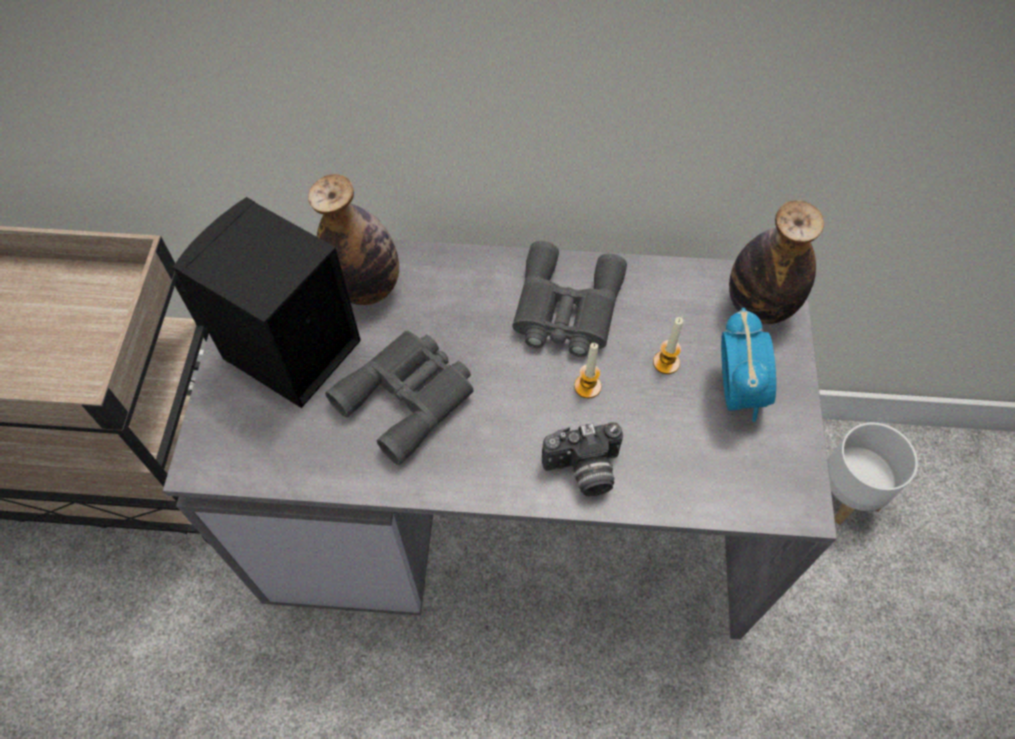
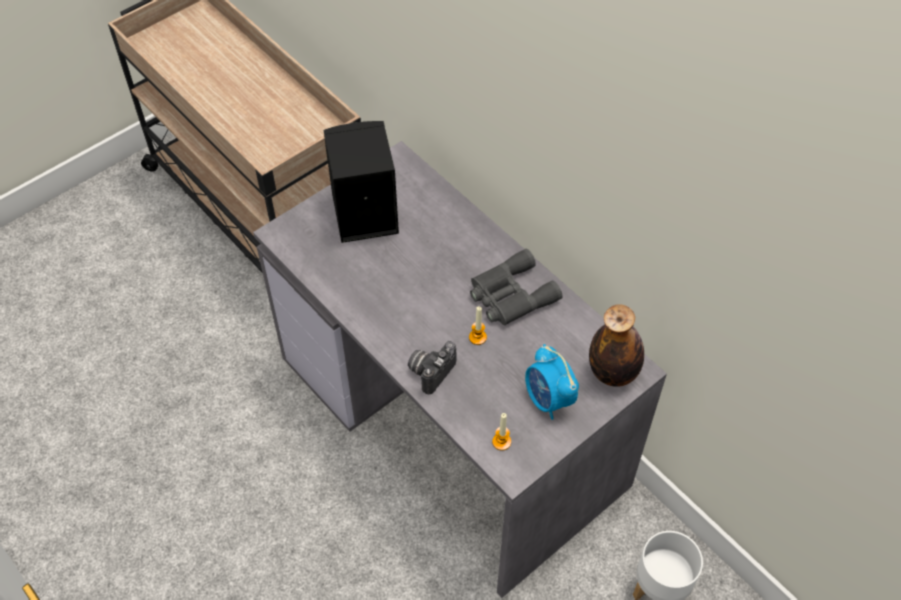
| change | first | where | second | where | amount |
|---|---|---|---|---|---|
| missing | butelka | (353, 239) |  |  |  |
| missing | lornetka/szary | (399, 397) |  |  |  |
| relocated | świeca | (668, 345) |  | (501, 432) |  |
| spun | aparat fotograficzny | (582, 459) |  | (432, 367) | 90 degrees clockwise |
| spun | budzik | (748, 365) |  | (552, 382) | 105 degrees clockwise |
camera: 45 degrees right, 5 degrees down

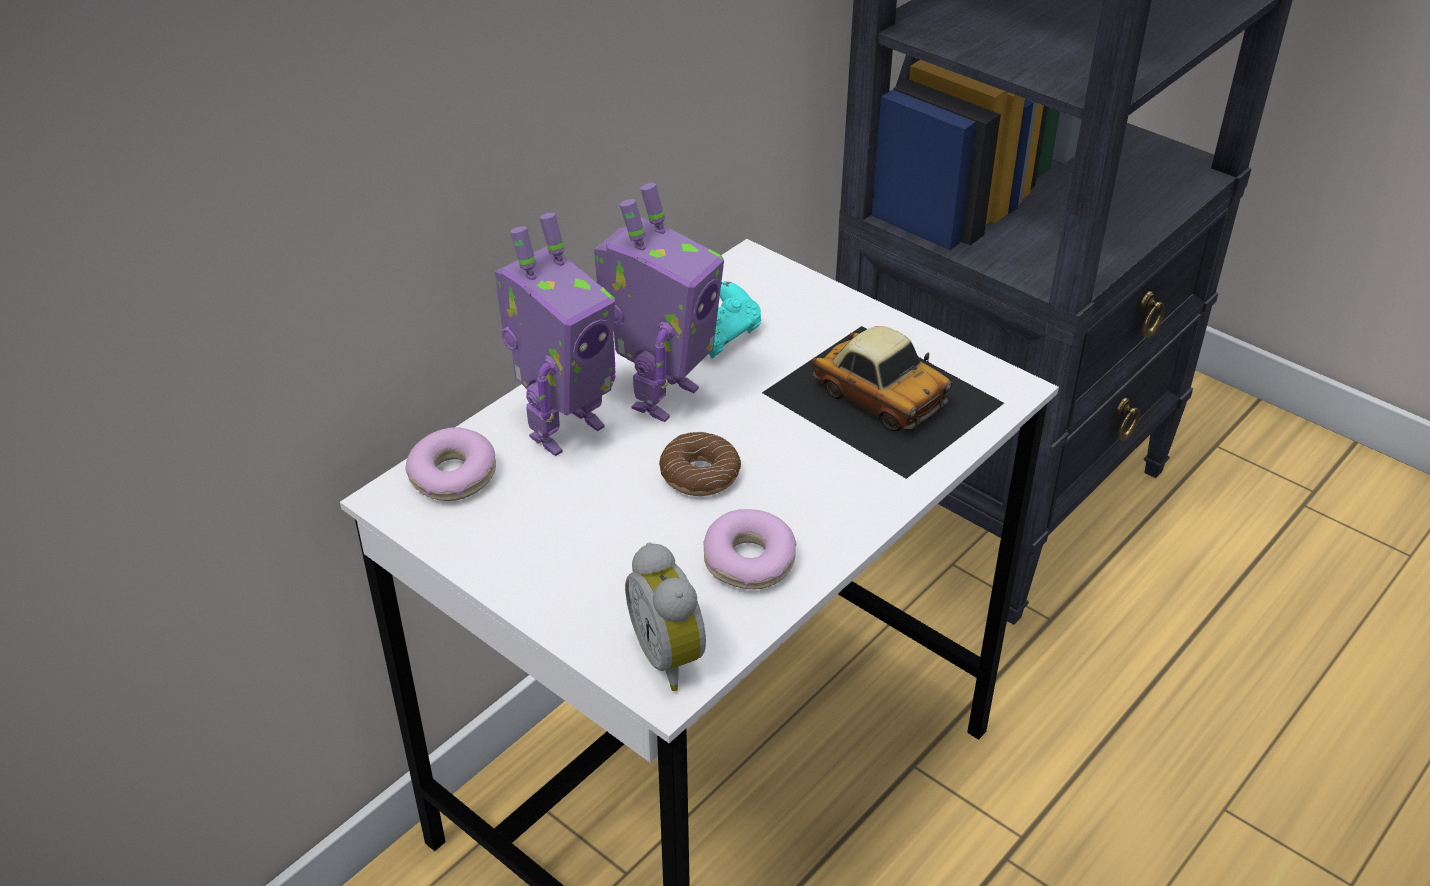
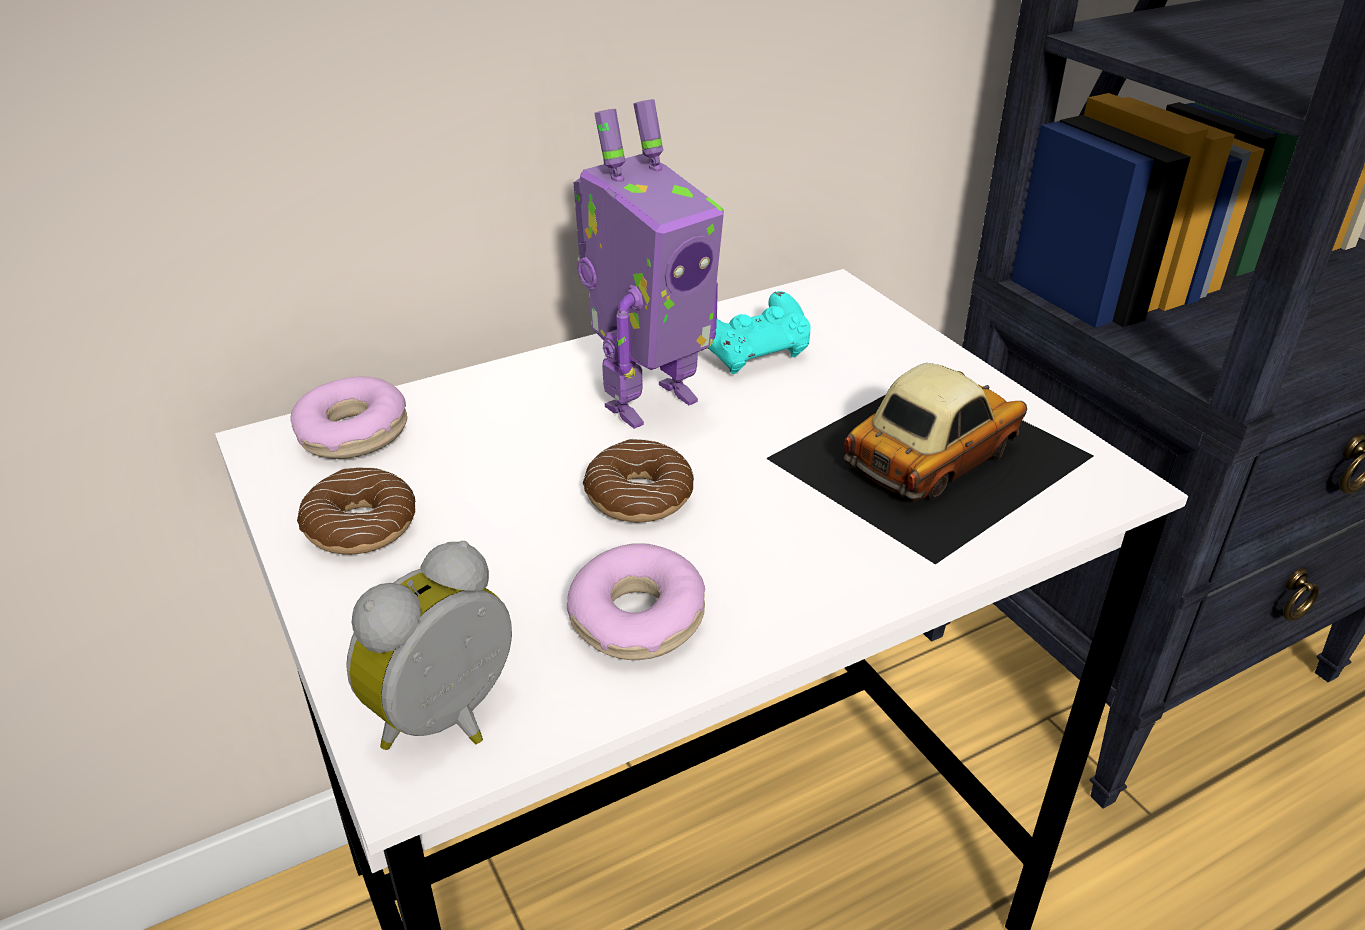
| change | first | where | second | where | amount |
|---|---|---|---|---|---|
| missing | robot zabawkowy | (555, 334) |  |  |  |
| appeared |  |  | donut | (356, 510) |  |
| spun | budzik | (665, 617) |  | (429, 645) | 45 degrees clockwise |
| spun | samochodzik | (883, 402) |  | (930, 463) | 105 degrees counterclockwise |
camera: 20 degrees right, 5 degrees down

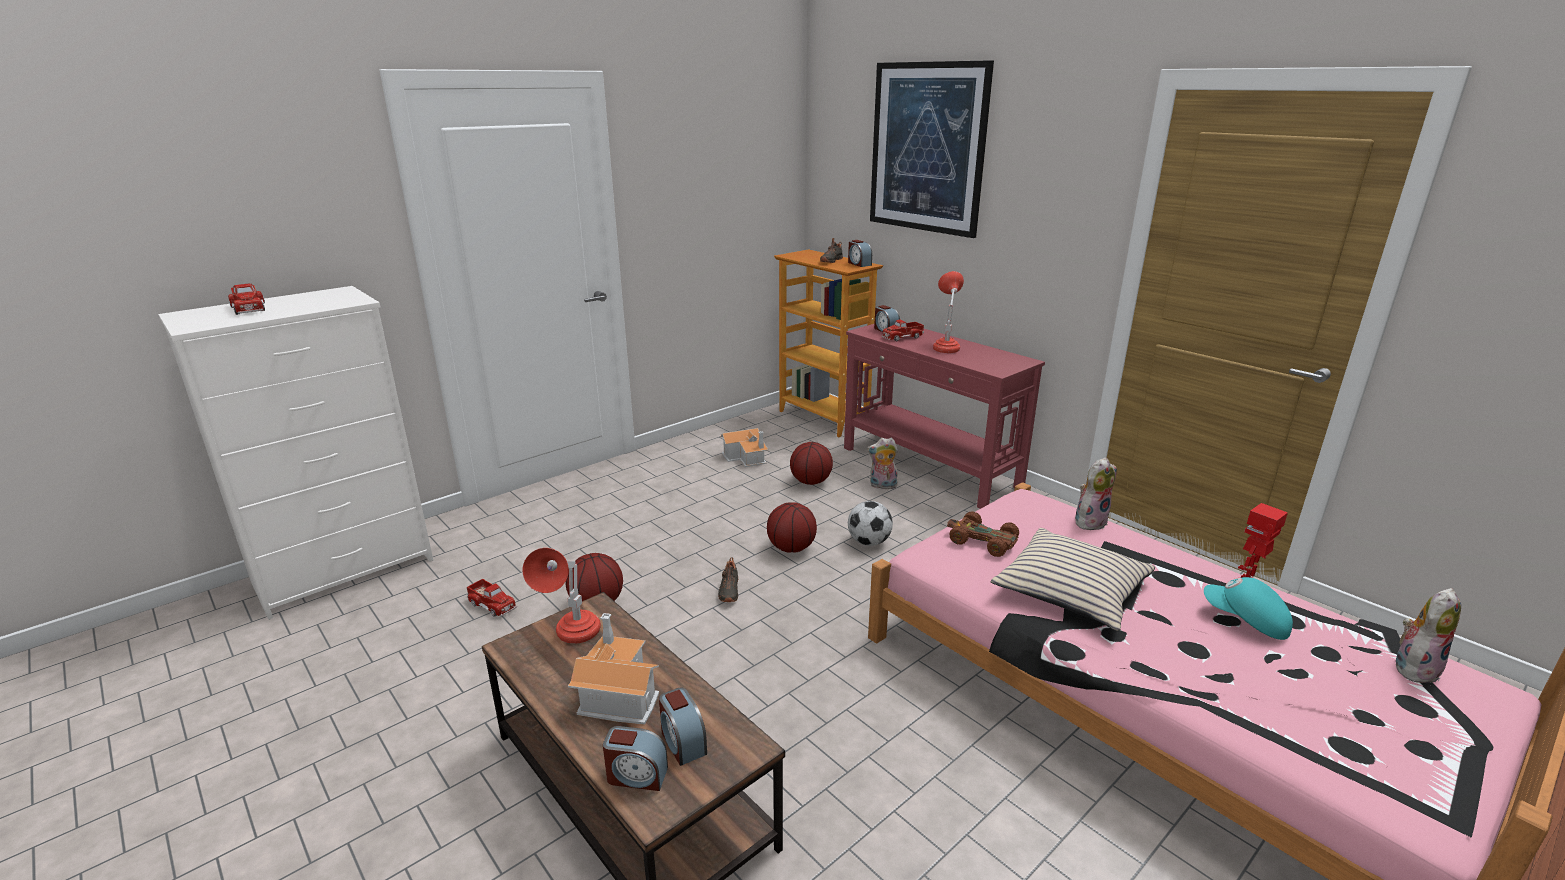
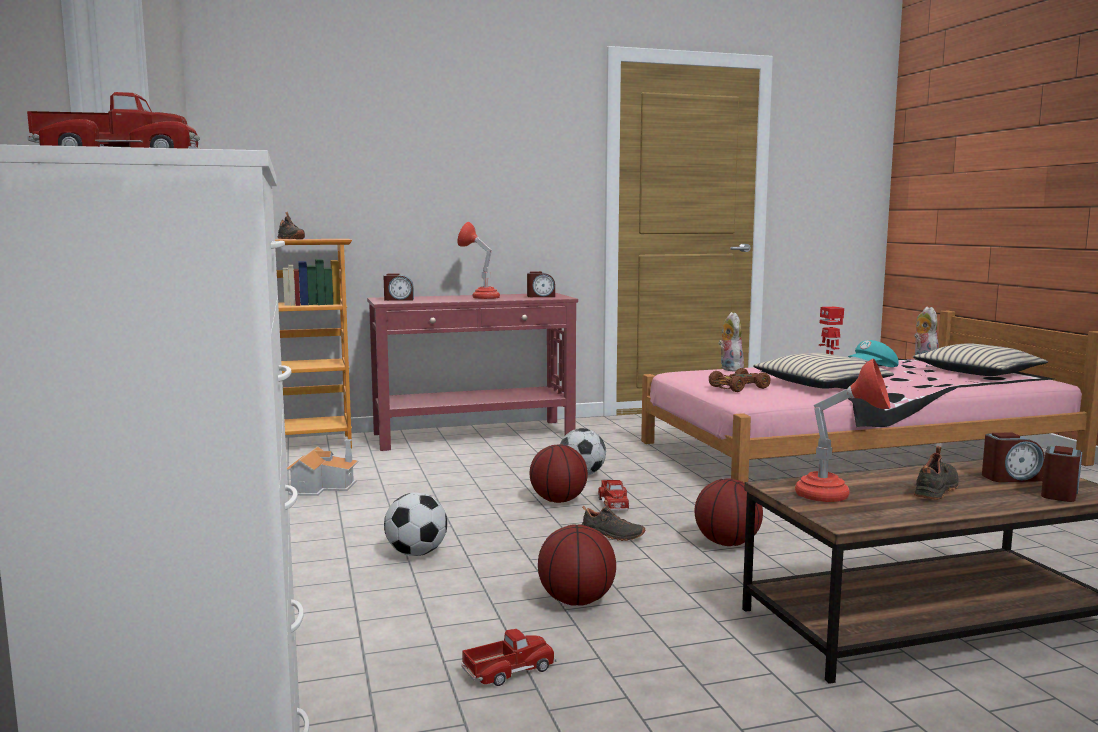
| change | first | where | second | where | amount |
|---|---|---|---|---|---|
| missing | pluszak | (882, 463) |  |  |  |
| missing | obraz | (932, 149) |  |  |  |
| appeared |  |  | piłka futbolowa | (415, 524) |  |
| appeared |  |  | poduszka/beżowy | (980, 359) |  |
| relocated | piłka do koszykówki | (811, 463) |  | (729, 512) |  |
| relocated | budzik | (860, 253) |  | (541, 284) |  |
| relocated | ciężarówka zabawkowa | (902, 330) |  | (613, 495) |  |
| exchanged | domek | (613, 669) | but/czarny | (936, 473) |  |
camera: 65 degrees left, 15 degrees down

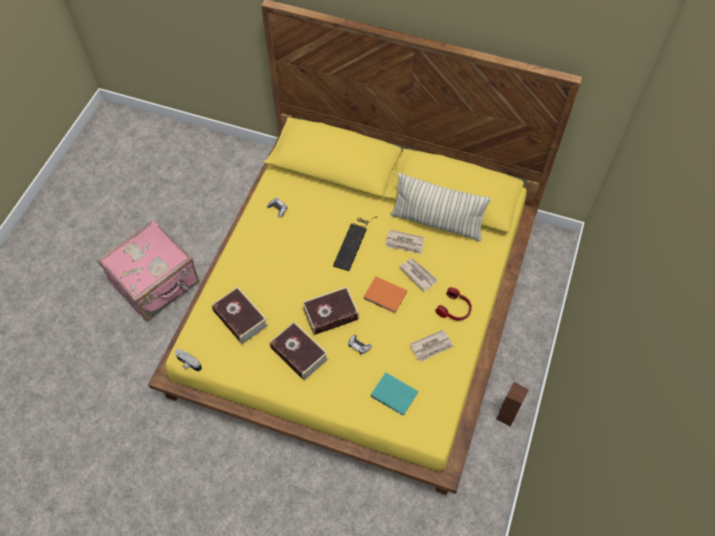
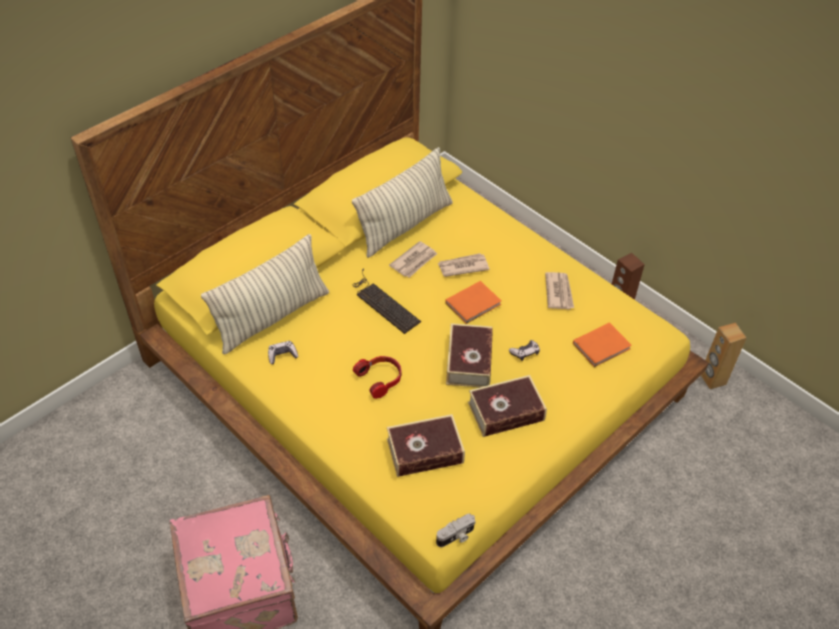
| change | first | where | second | where | amount |
|---|---|---|---|---|---|
| appeared |  |  | poduszka | (265, 294) |  |
| appeared |  |  | głośnik/brązowy | (723, 356) |  |
| relocated | słuchawki | (453, 304) |  | (377, 377) |  |
| colour | książka/turkusowy | (394, 394) | książka/pomarańczowy | (602, 344) |  |
camera: 65 degrees left, 10 degrees down

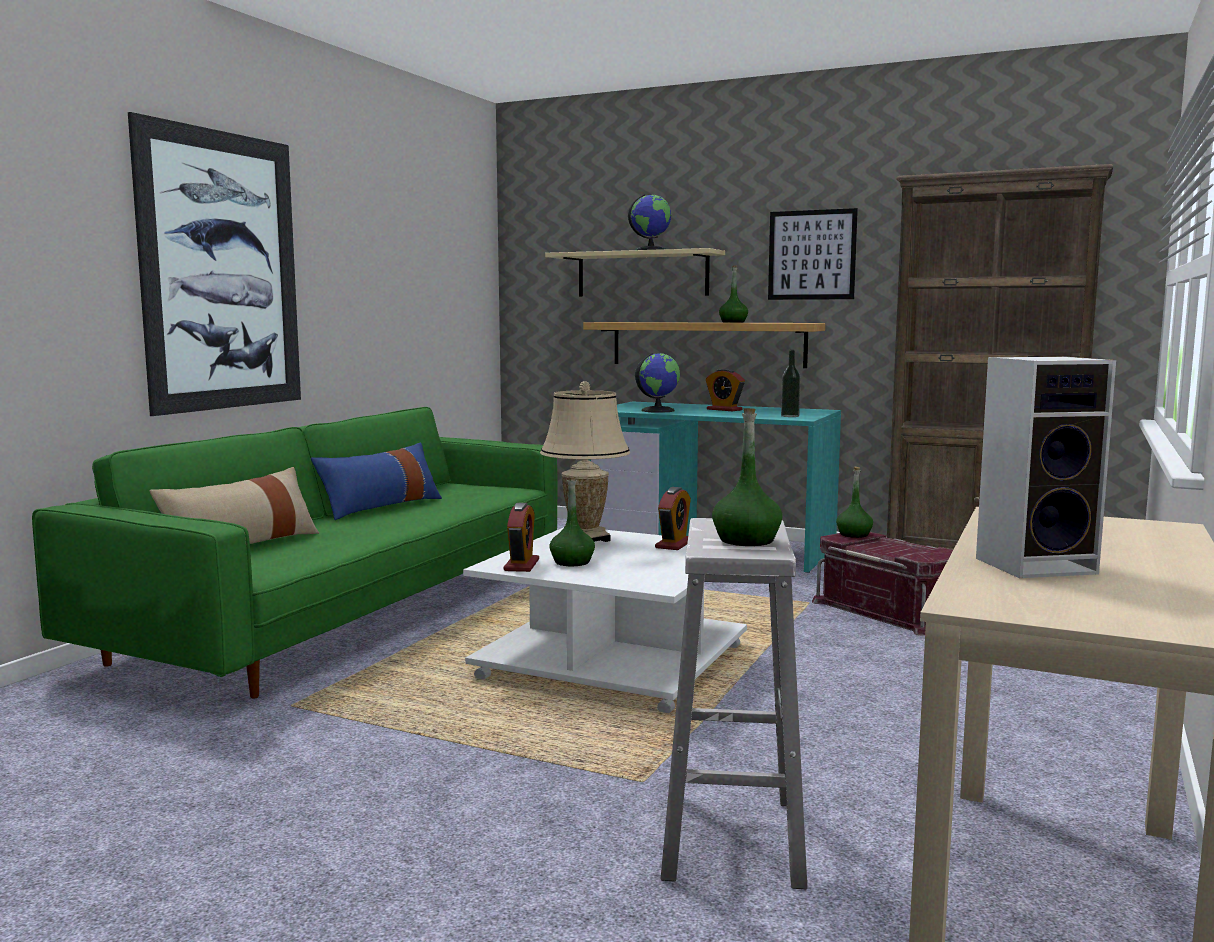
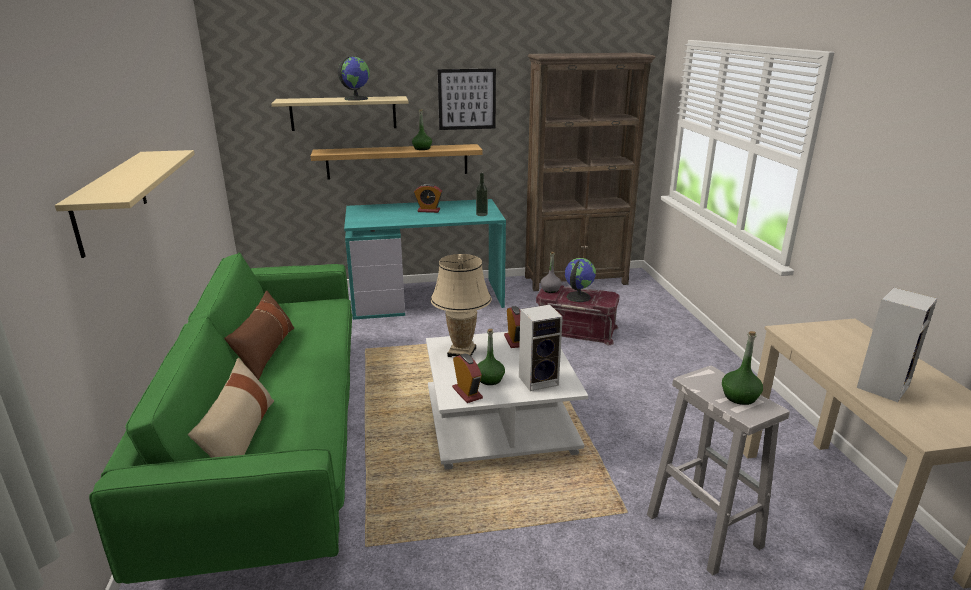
| change | first | where | second | where | amount |
|---|---|---|---|---|---|
| appeared |  |  | głośnik | (541, 348) |  |
| relocated | globus | (657, 383) |  | (580, 280) |  |
| exchanged | obraz | (214, 264) | półka/beżowy | (125, 204) |  |
| colour | poduszka/niebieski | (376, 481) | poduszka/brązowy | (259, 335) |  |
| colour | butelka/zielony | (854, 502) | butelka/szary | (551, 272) |  |
camera: 35 degrees left, 15 degrees up

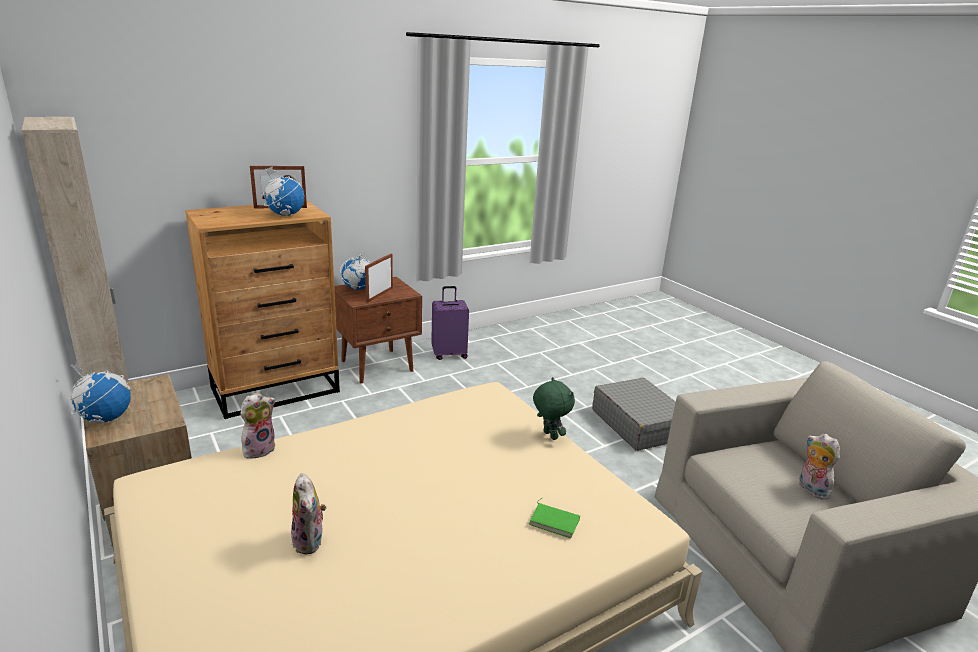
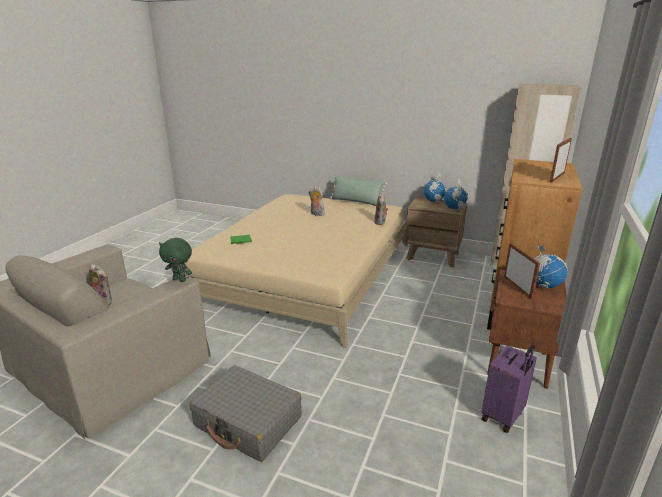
| change | first | where | second | where | amount |
|---|---|---|---|---|---|
| appeared |  |  | poduszka/zielony | (358, 190) |  |
| relocated | globus | (283, 191) |  | (456, 194) |  |
| relocated | pluszak/zielony | (554, 408) |  | (175, 260) |  |
camera: 145 degrees right, 0 degrees up

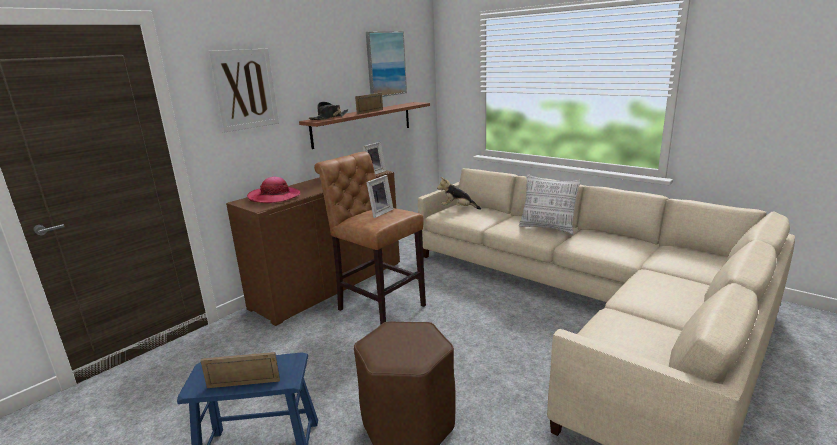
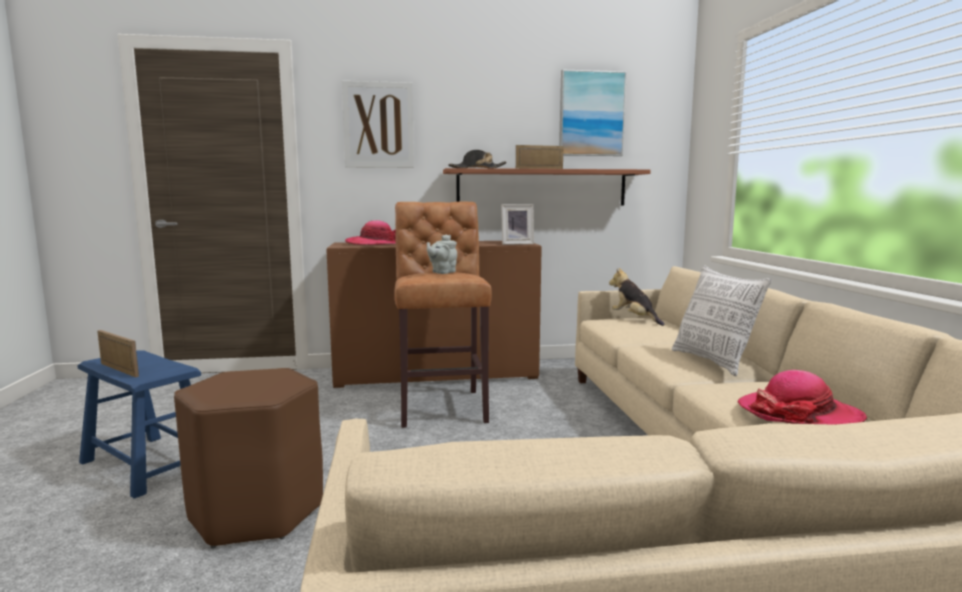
| change | first | where | second | where | amount |
|---|---|---|---|---|---|
| appeared |  |  | kapelusz | (802, 397) |  |
| exchanged | ramka na zdjęcie | (379, 196) | imbryk/szary | (441, 254) |  |
camera: 40 degrees right, 10 degrees down

